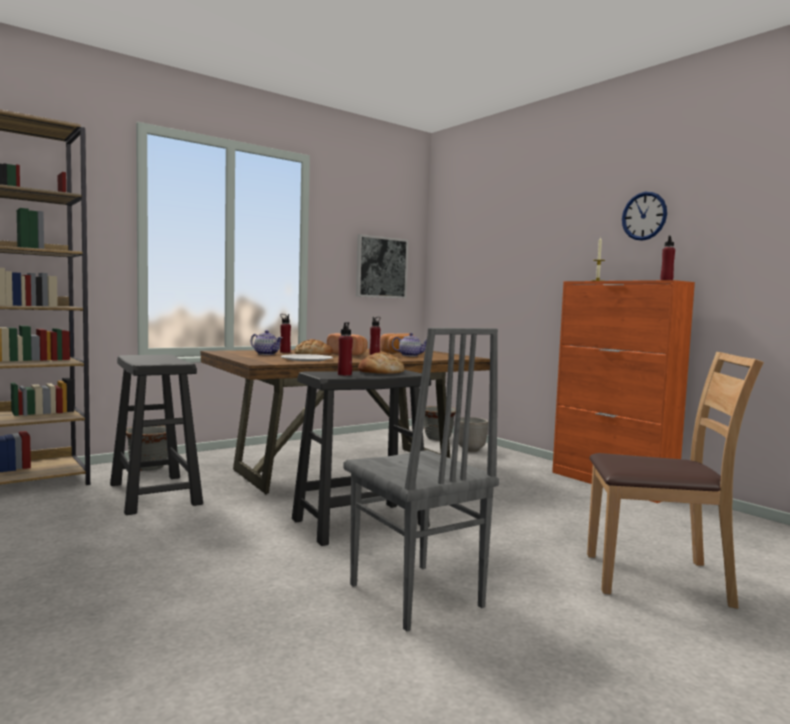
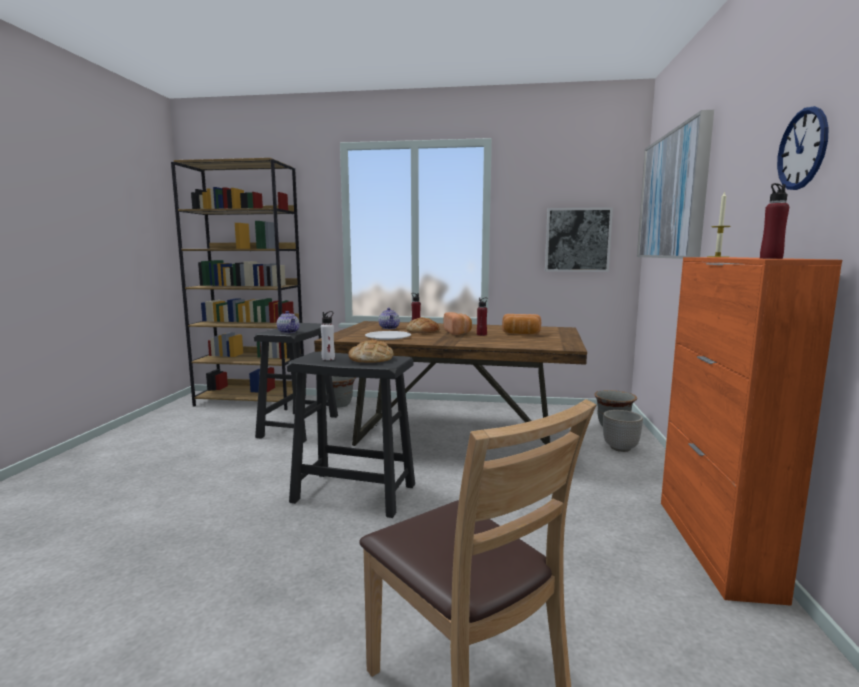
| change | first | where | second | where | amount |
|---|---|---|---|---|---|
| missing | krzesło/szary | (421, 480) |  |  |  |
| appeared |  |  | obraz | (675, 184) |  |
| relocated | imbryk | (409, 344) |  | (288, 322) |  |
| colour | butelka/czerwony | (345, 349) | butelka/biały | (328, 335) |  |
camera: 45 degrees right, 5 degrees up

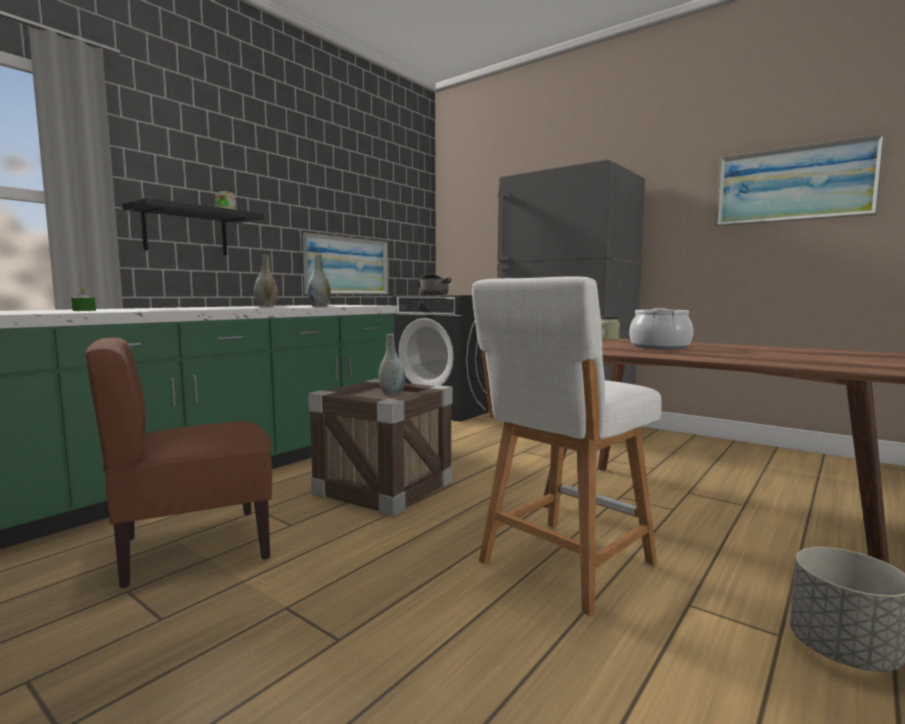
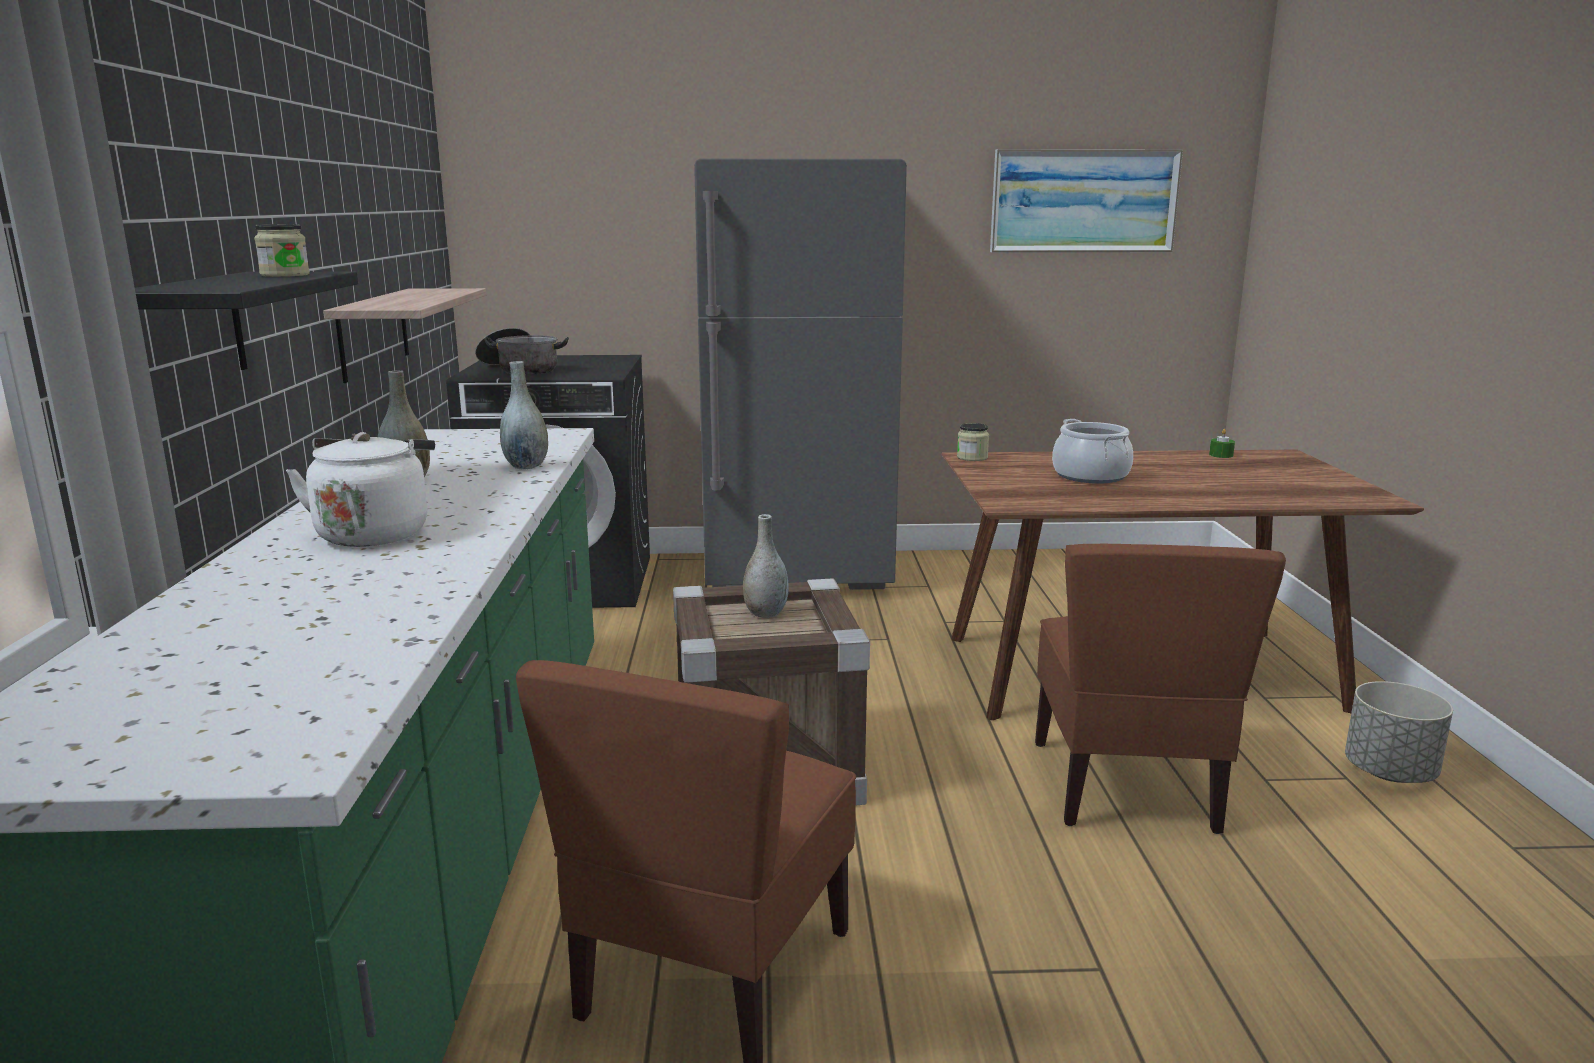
| change | first | where | second | where | amount |
|---|---|---|---|---|---|
| appeared |  |  | czajnik/biały | (360, 489) |  |
| relocated | świeca/zielony | (83, 299) |  | (1222, 443) |  |
| exchanged | obraz | (345, 263) | półka | (404, 335) |  |
| exchanged | stołek/biały | (566, 446) | krzesło/brązowy | (1160, 689) |  |
camera: 40 degrees left, 10 degrees up

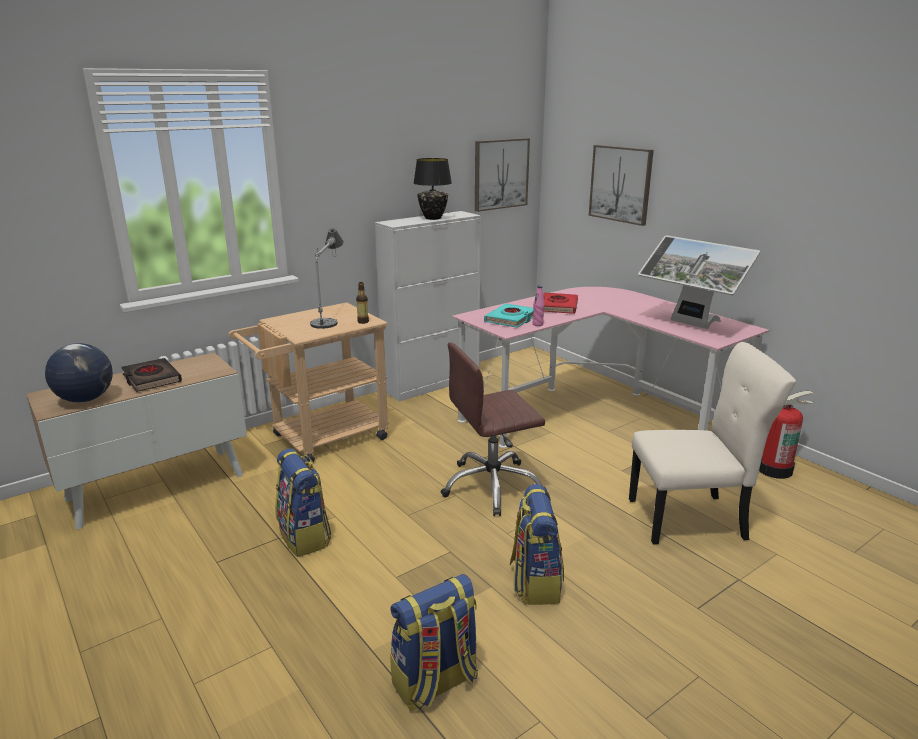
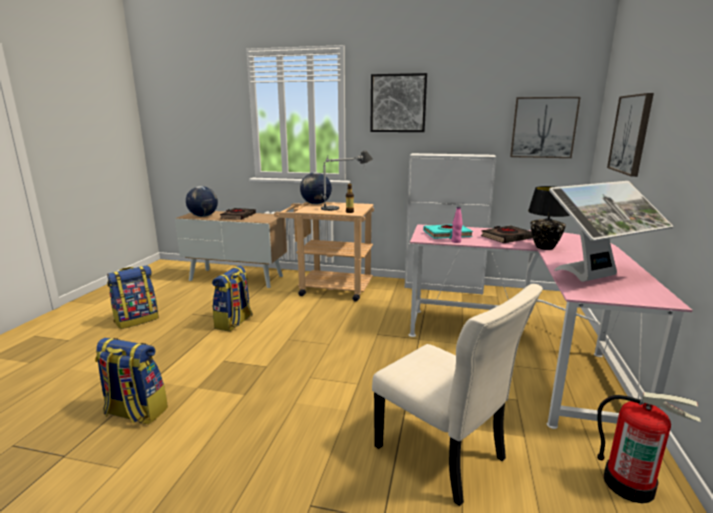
| change | first | where | second | where | amount |
|---|---|---|---|---|---|
| missing | krzesło biurowe/brązowy | (494, 429) |  |  |  |
| appeared |  |  | globus | (316, 188) |  |
| appeared |  |  | obraz | (398, 102) |  |
| relocated | lampa stołowa/czarny | (433, 189) |  | (549, 218) |  |
| relocated | plecak | (537, 544) |  | (133, 297) |  |
| colour | książka/czerwony | (560, 303) | książka/czarny | (507, 234) |  |
| spun | monitor | (699, 282) |  | (611, 231) | 120 degrees counterclockwise |
camera: 50 degrees right, 5 degrees down

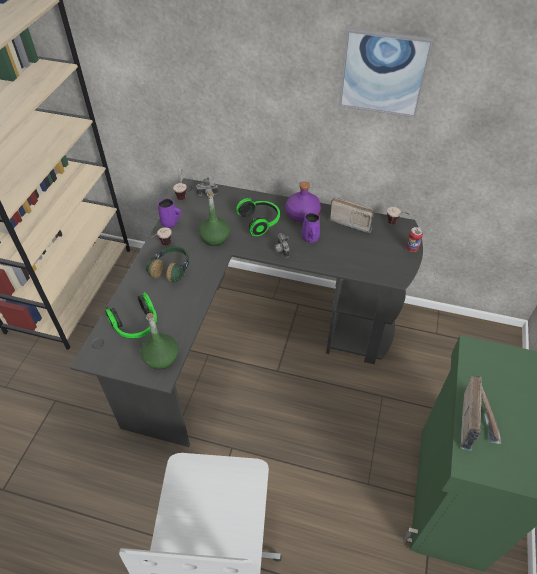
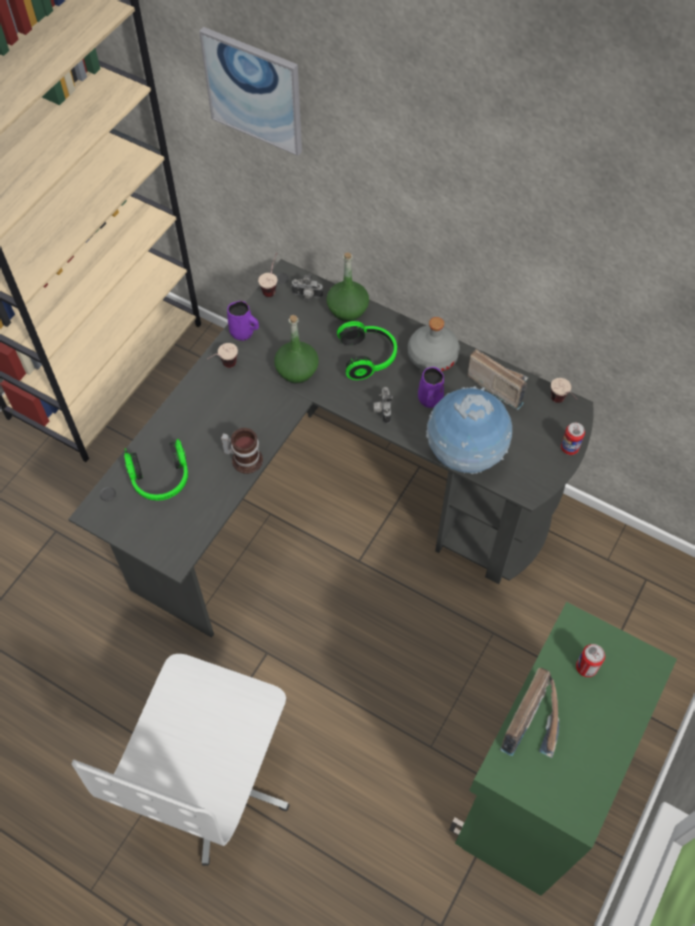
| change | first | where | second | where | amount |
|---|---|---|---|---|---|
| missing | słuchawki | (167, 264) |  |  |  |
| appeared |  |  | kubek | (242, 451) |  |
| appeared |  |  | globus | (469, 430) |  |
| appeared |  |  | puszka | (590, 660) |  |
| relocated | butelka/zielony | (159, 341) |  | (348, 286) |  |
| relocated | obraz | (386, 73) |  | (250, 91) |  |
| colour | butelka/fioletowy | (303, 201) | butelka/szary | (434, 344) |  |
camera: 15 degrees right, 10 degrees up

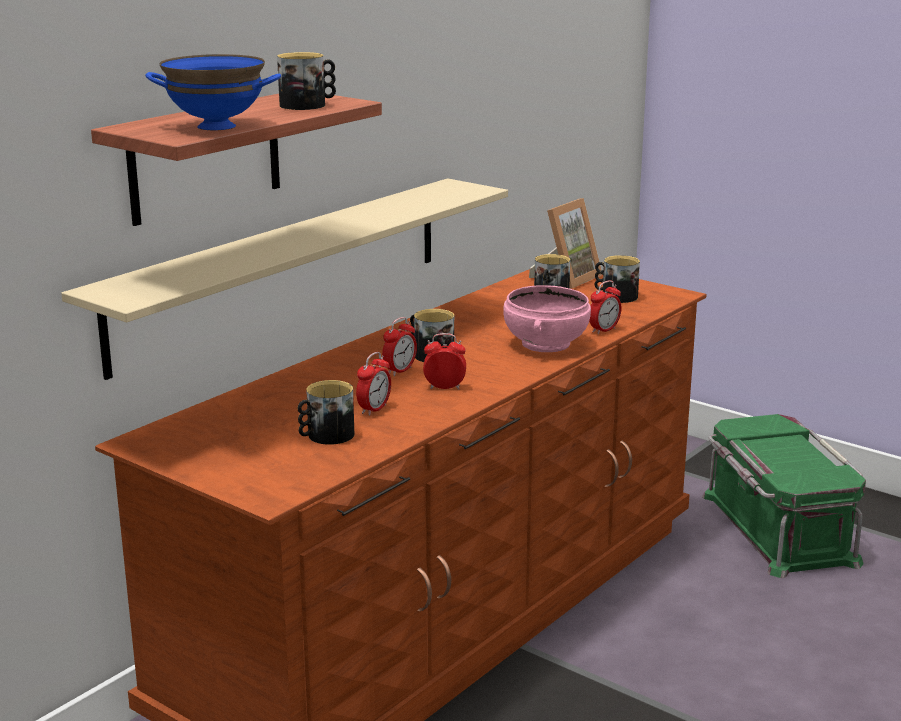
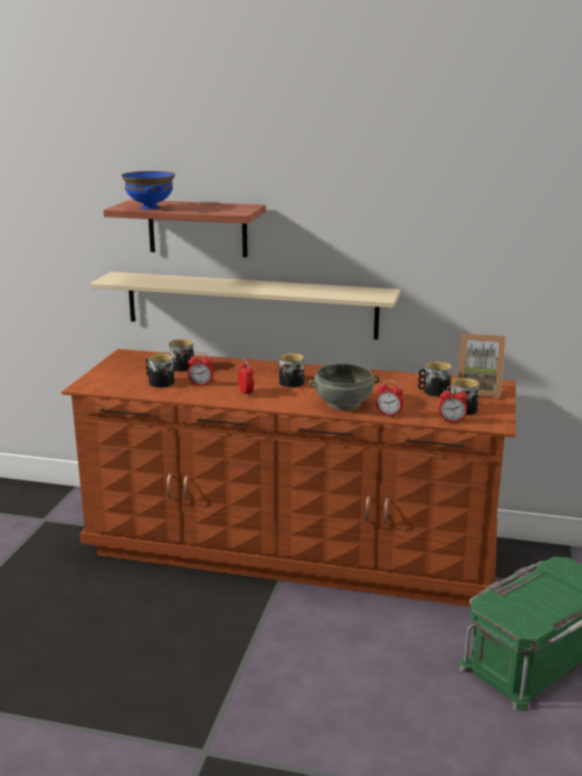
| change | first | where | second | where | amount |
|---|---|---|---|---|---|
| relocated | kubek | (306, 81) |  | (181, 355) |  |
| relocated | budzik | (399, 346) |  | (453, 404) |  |
| colour | miska/różowy | (547, 318) | miska/szary | (344, 387) |  |
camera: 65 degrees right, 0 degrees up

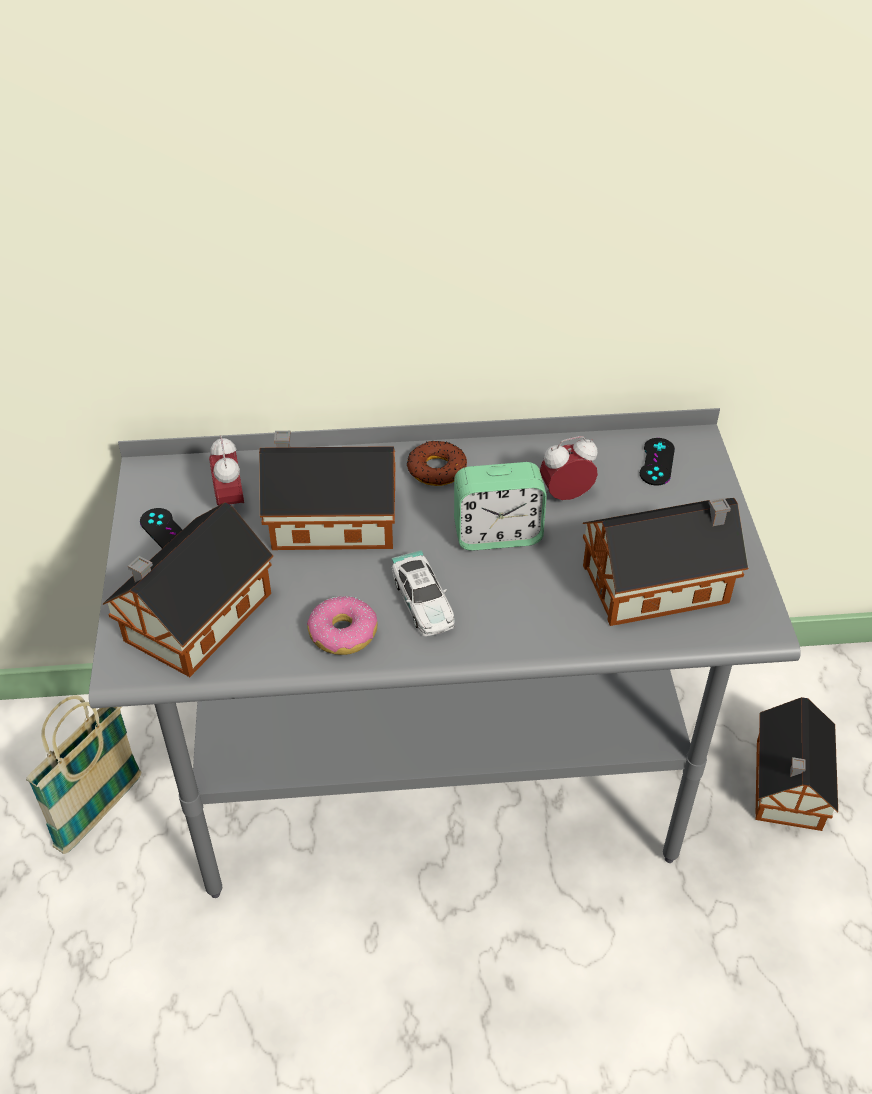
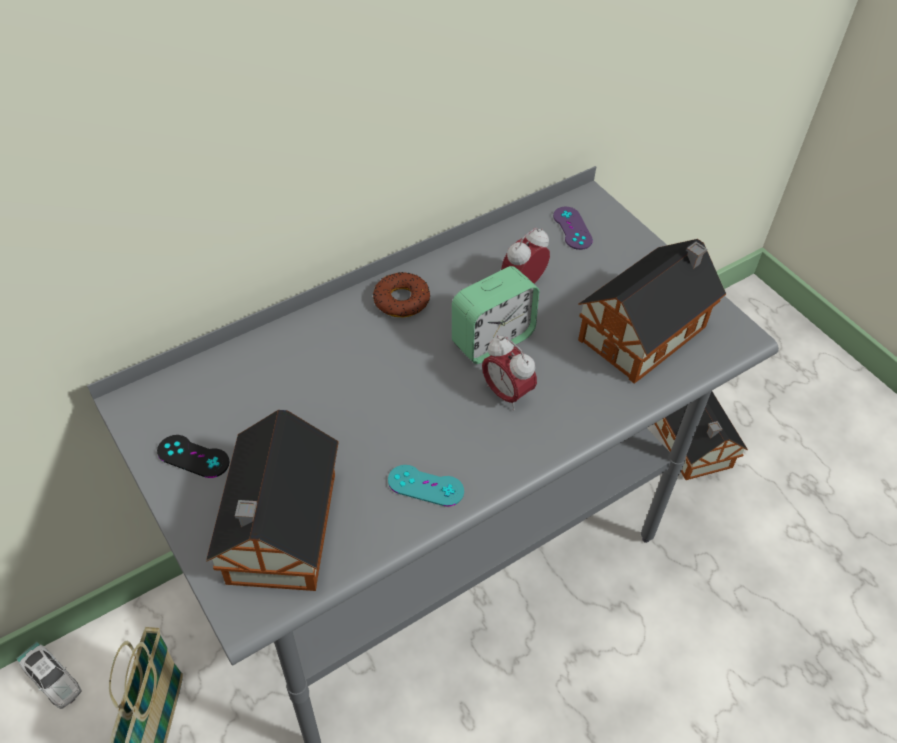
| change | first | where | second | where | amount |
|---|---|---|---|---|---|
| missing | domek | (327, 490) |  |  |  |
| relocated | budzik | (226, 471) |  | (509, 372) |  |
| relocated | samochodzik | (423, 593) |  | (49, 675) |  |
| exchanged | donut | (342, 625) | pad do gier/turkusowy | (426, 486) |  |
| colour | pad do gier/czarny | (657, 462) | pad do gier/fioletowy | (573, 228) |  |
camera: 30 degrees left, 5 degrees up

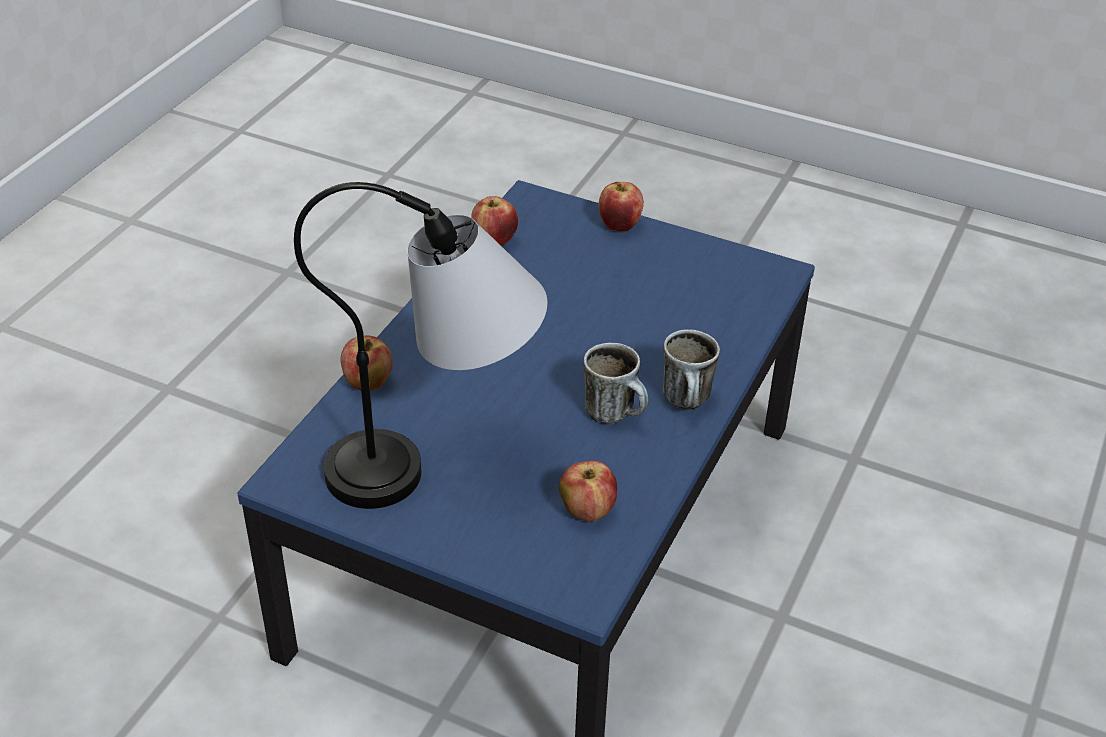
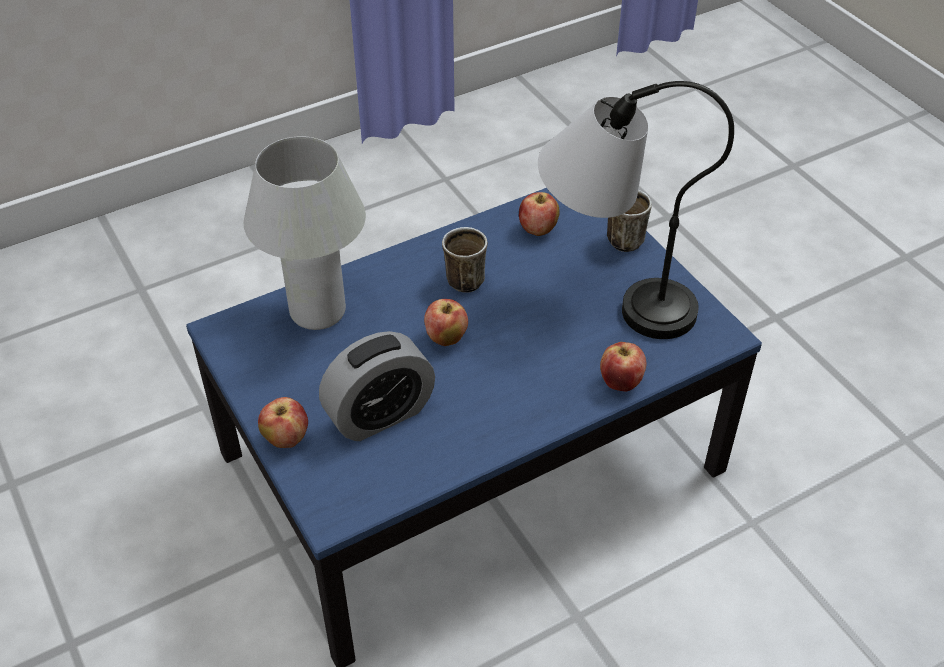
| change | first | where | second | where | amount |
|---|---|---|---|---|---|
| appeared |  |  | lampa stołowa/biały | (305, 233) |  |
| appeared |  |  | budzik | (377, 386) |  |
| relocated | jabłko | (494, 221) |  | (446, 322) |  |
| relocated | kubek | (691, 369) |  | (629, 221) |  |
camera: 145 degrees left, 5 degrees up

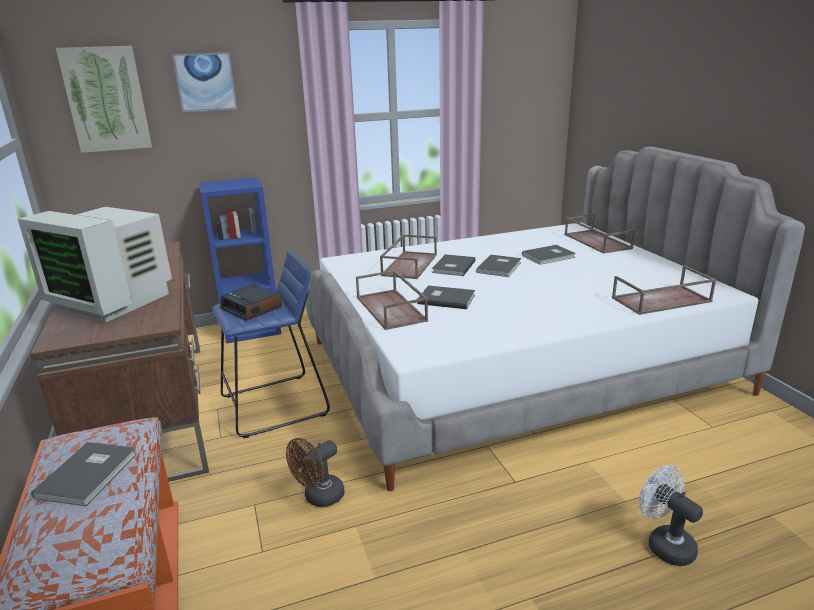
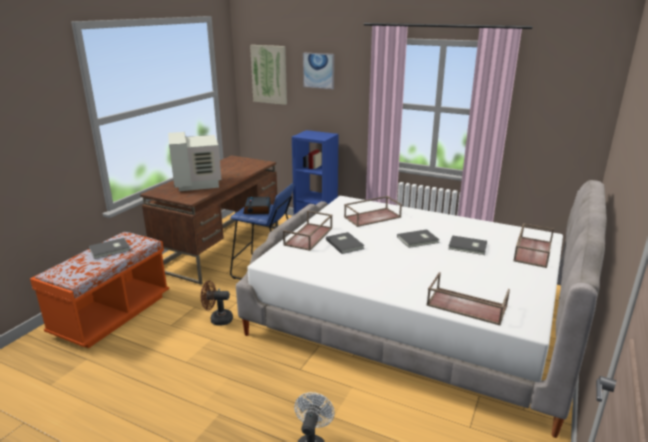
| change | first | where | second | where | amount |
|---|---|---|---|---|---|
| missing | książka/szary | (454, 265) |  |  |  |
camera: 45 degrees right, 0 degrees up

